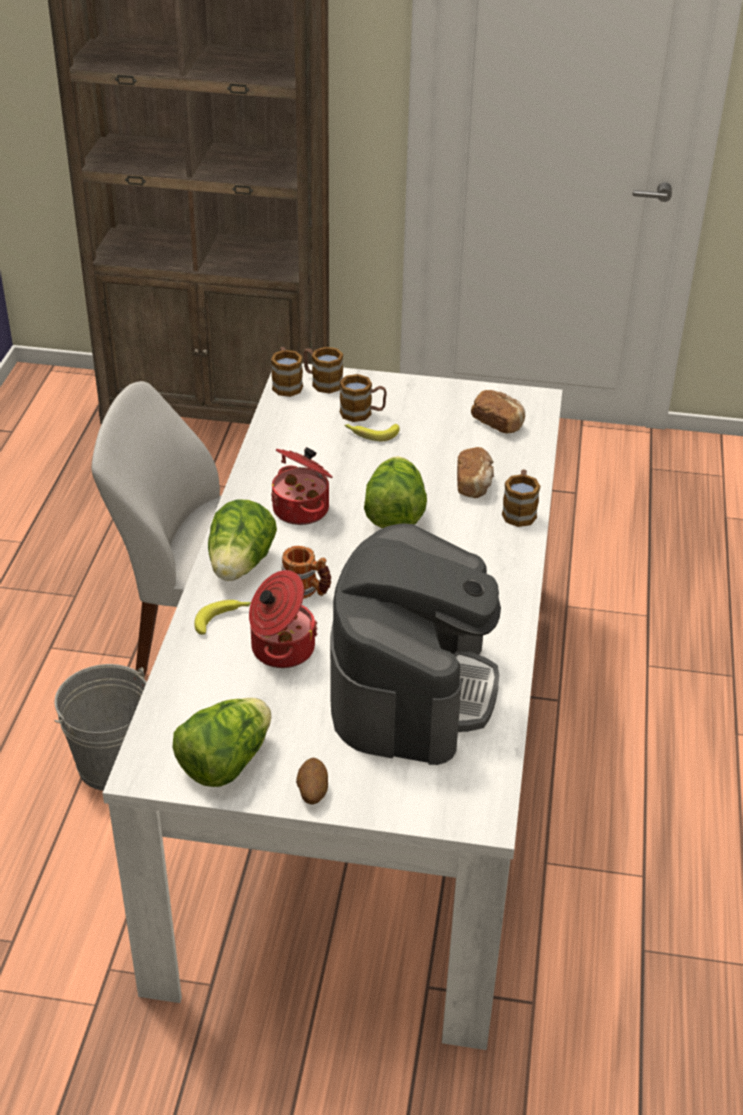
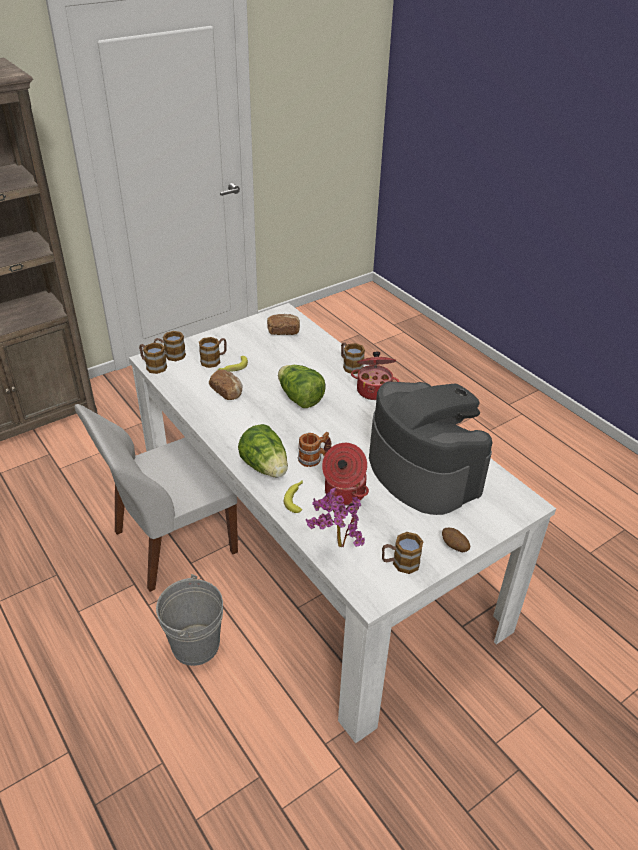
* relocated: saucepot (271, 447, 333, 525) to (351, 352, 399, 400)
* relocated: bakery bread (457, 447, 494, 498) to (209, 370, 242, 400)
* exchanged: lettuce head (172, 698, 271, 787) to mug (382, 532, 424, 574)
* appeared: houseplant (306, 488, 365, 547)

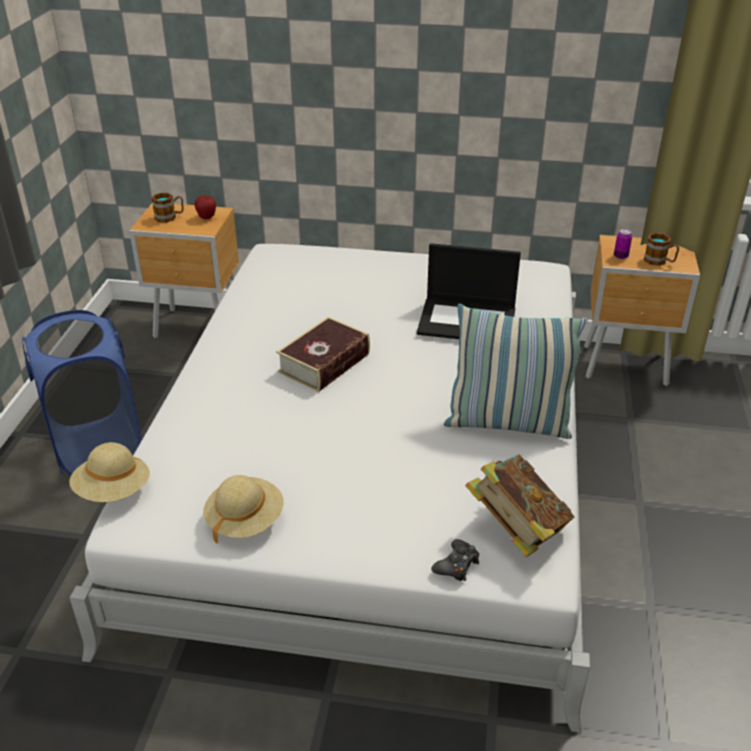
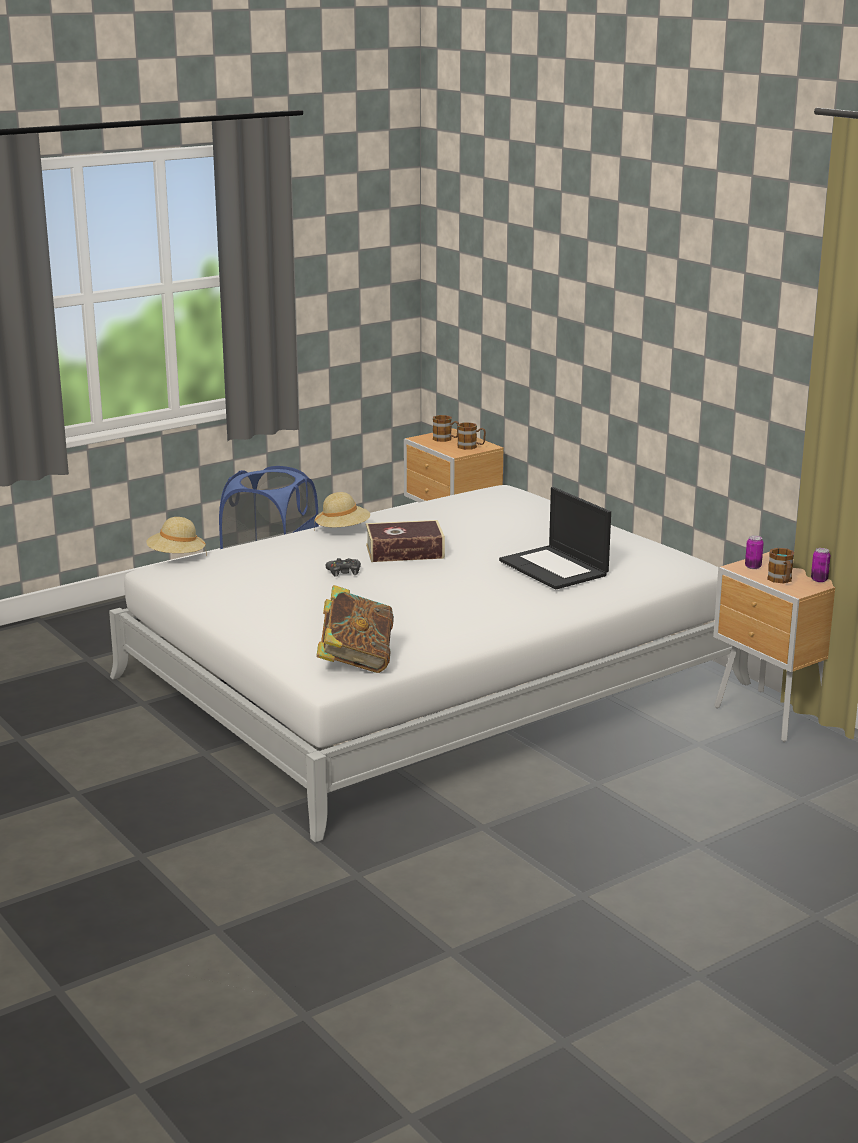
* exchanged: apple fruit (194, 196, 216, 219) to mug (457, 422, 486, 450)
* missing: pillow (444, 304, 588, 439)
* relocated: beige hat (203, 475, 284, 544) to (315, 492, 370, 527)
* relocated: black game controller (431, 539, 479, 581) to (325, 558, 361, 577)
* appeared: sealed can (811, 548, 830, 582)

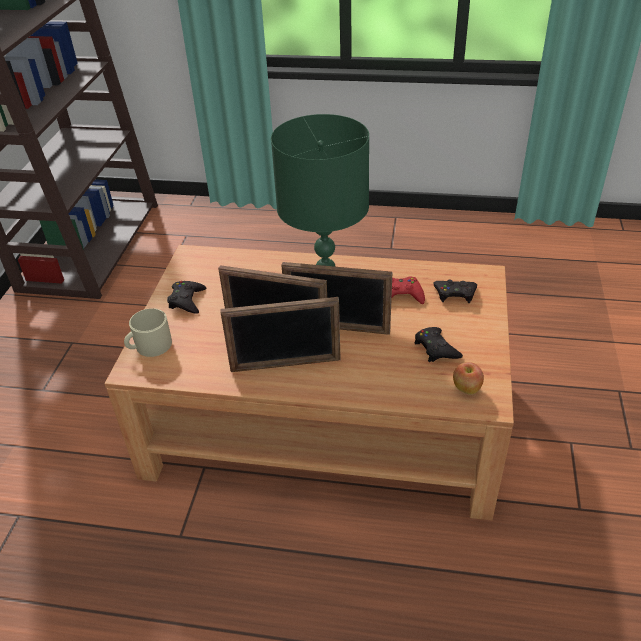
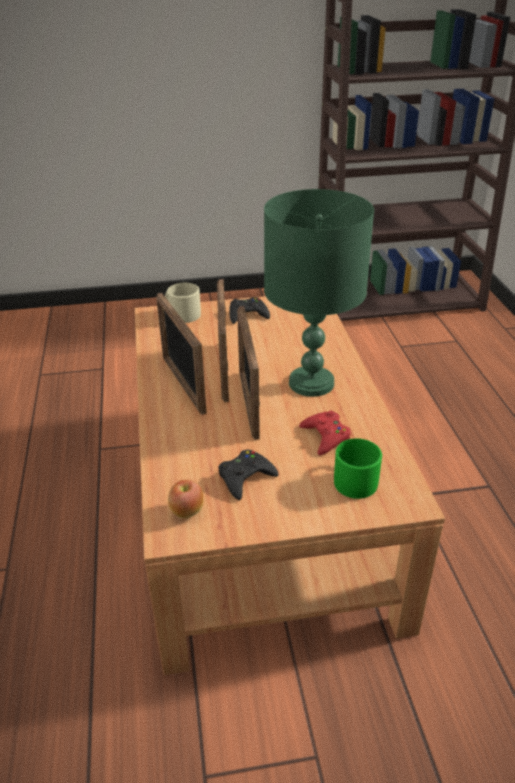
* exchanged: black game controller (433, 279, 477, 303) to green mug (334, 438, 382, 499)

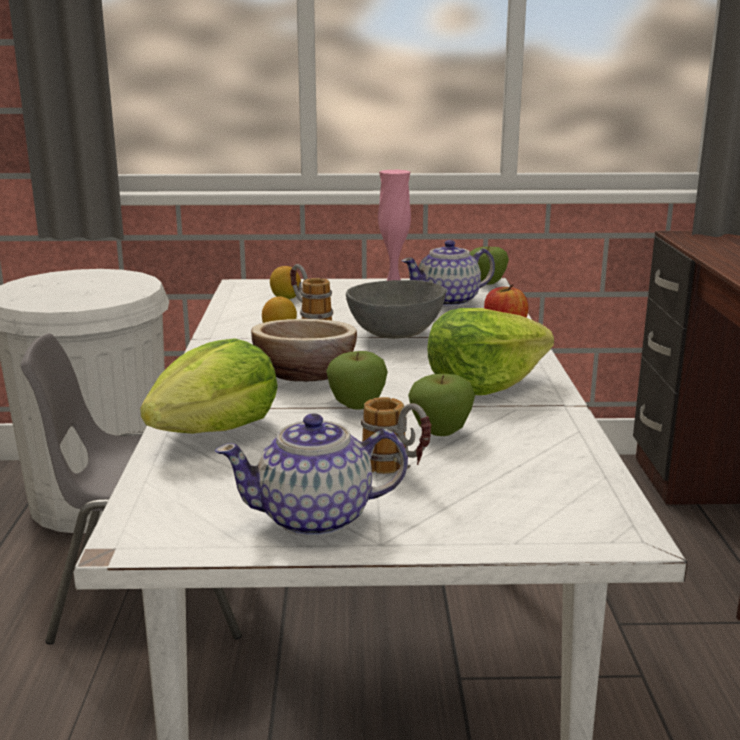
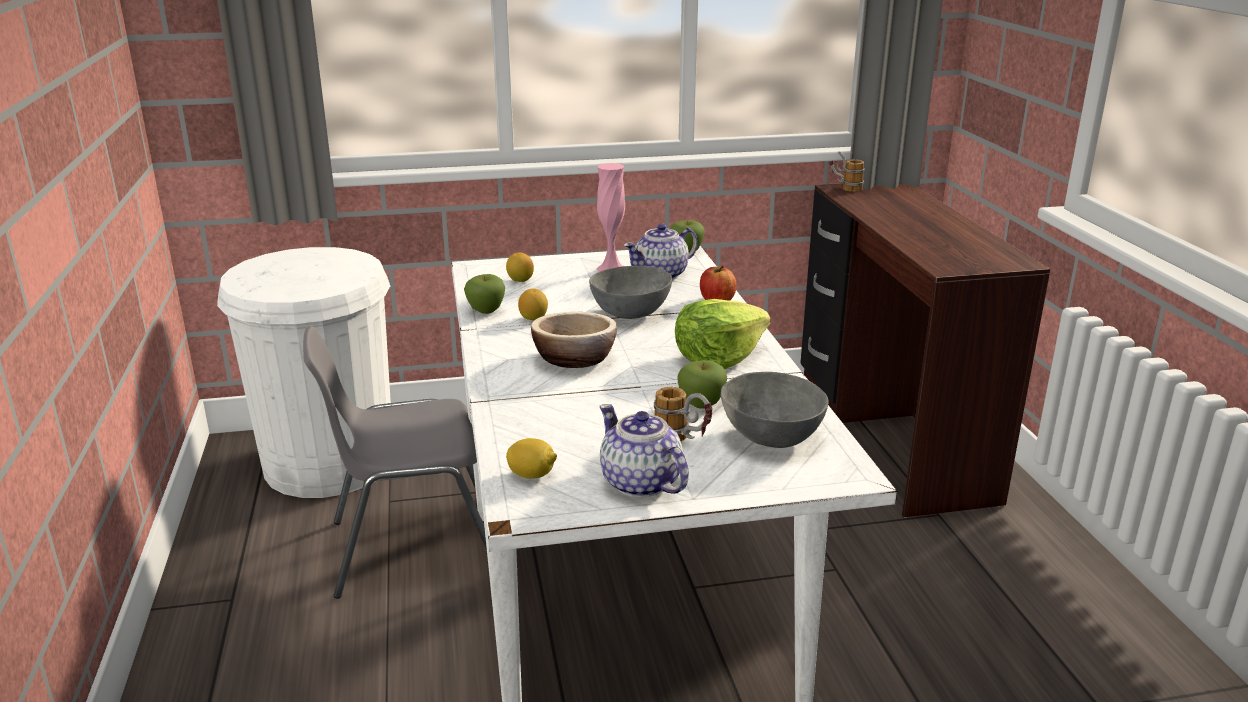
* relocated: mug (290, 264, 333, 320) to (829, 152, 865, 192)
* missing: lettuce head (140, 338, 278, 434)
* relocated: apple fruit (326, 351, 388, 410) to (464, 274, 505, 314)
* spun: pot for tea (215, 414, 408, 537) = (600, 404, 689, 498) 75 degrees clockwise
* appeared: grey bowl (721, 372, 828, 448)
* appeared: lemon (506, 438, 557, 479)

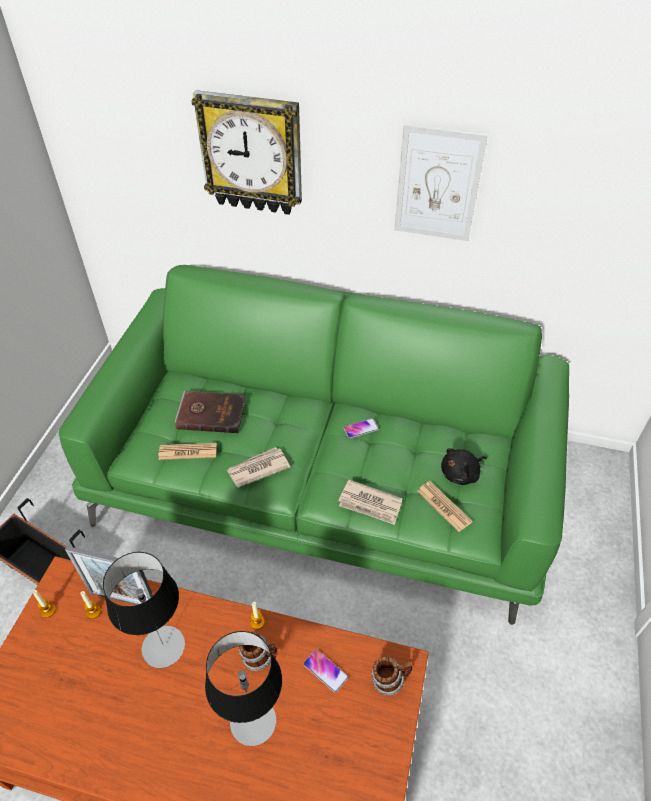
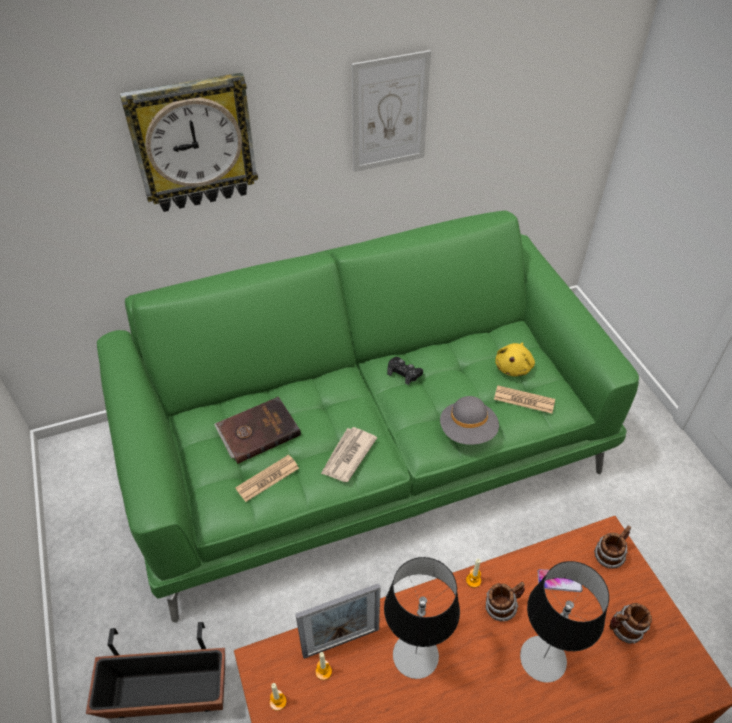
* exchanged: telephone (344, 418, 379, 438) to black game controller (387, 357, 423, 385)
* colour: black soft toy (441, 448, 487, 485) to yellowish soft toy (495, 343, 535, 377)
* exchanged: daily paper (338, 480, 402, 525) to grey hat (440, 396, 499, 445)
* appeared: mug (609, 603, 652, 644)

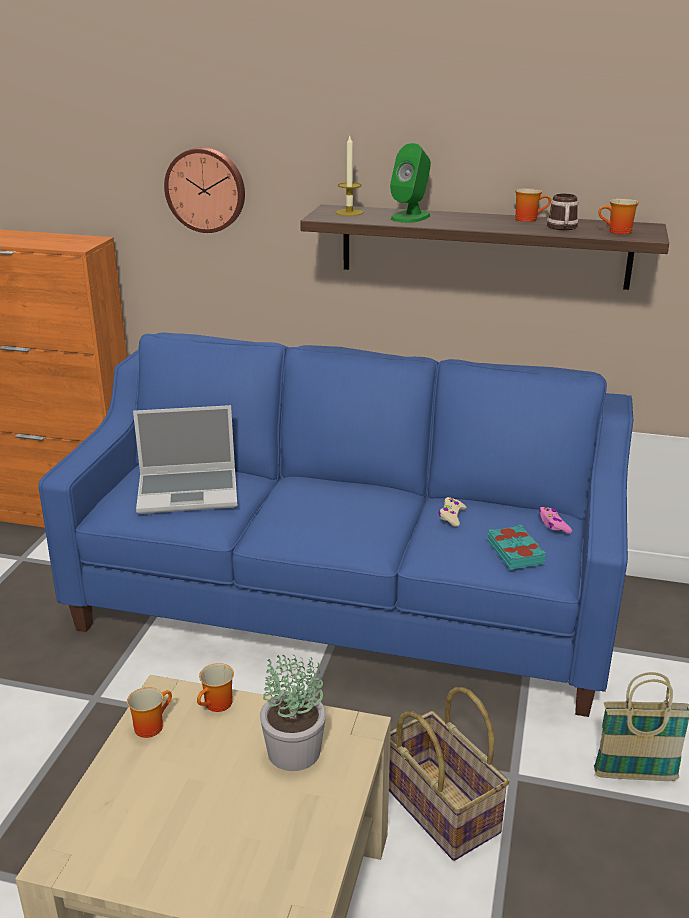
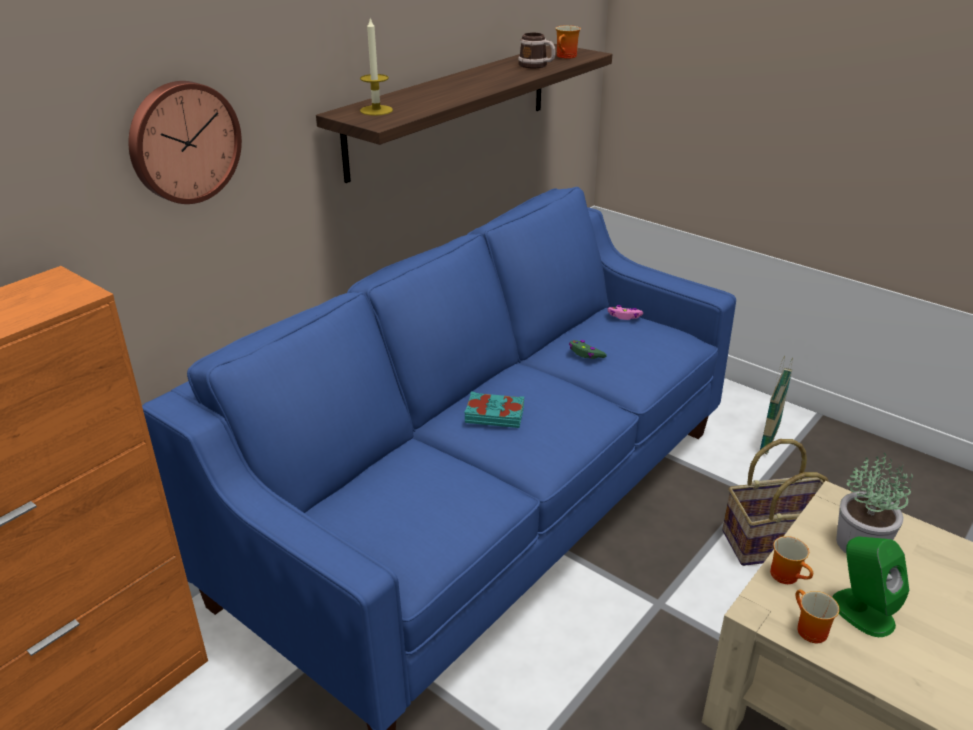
* relocated: green speaker (390, 143, 431, 223) to (832, 537, 909, 637)
* missing: mug (515, 188, 551, 222)
* missing: portable computer (133, 405, 237, 514)
* colour: beige game controller (439, 497, 467, 527) to green game controller (569, 340, 607, 359)
* relocated: turquoise book (487, 524, 546, 570) to (464, 392, 524, 428)

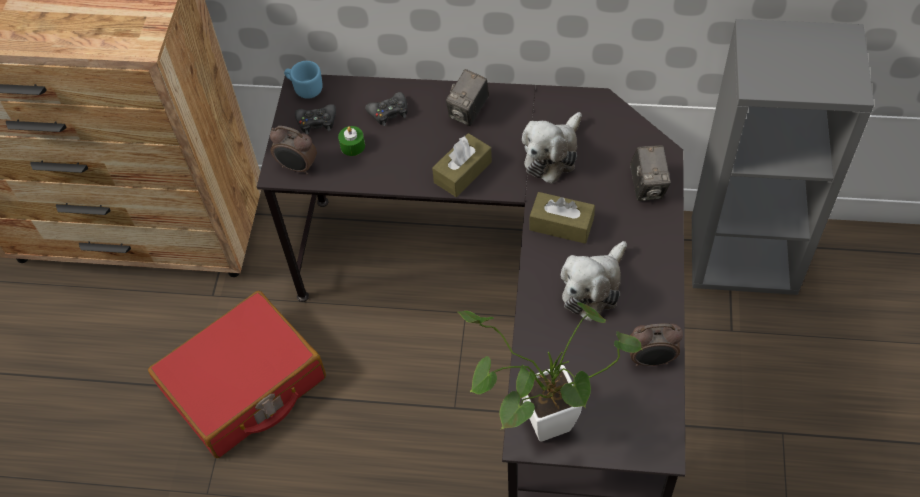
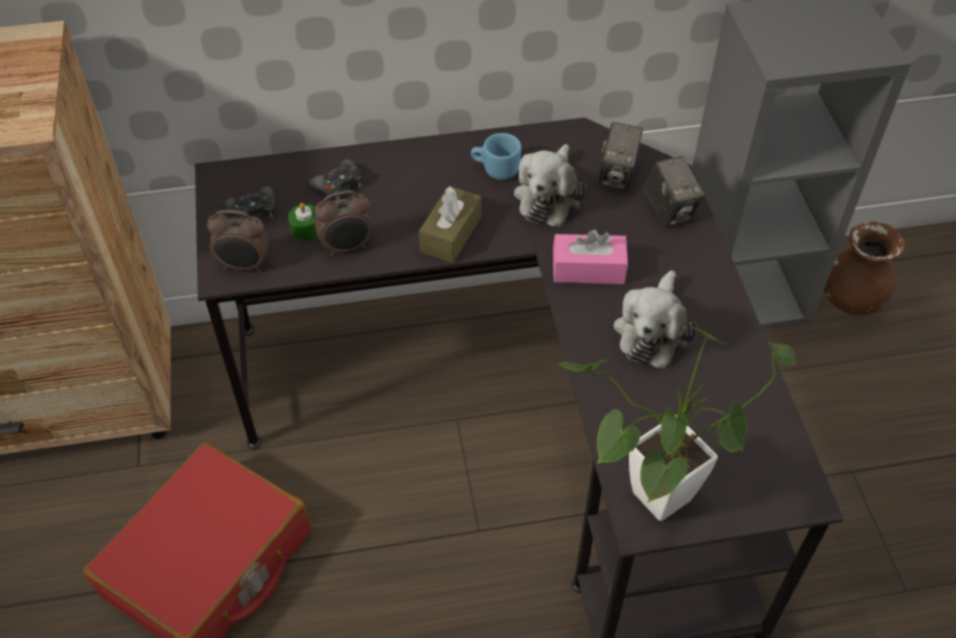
* relocated: blue-coloured mug (284, 61, 323, 99) to (471, 133, 521, 180)
* relocated: photo camera (446, 69, 489, 126) to (598, 122, 643, 190)
* colour: brown-coloured box of tissues (530, 192, 595, 244) to pink box of tissues (553, 230, 628, 284)
* relocated: table clock (629, 323, 683, 366) to (315, 190, 372, 256)
* appeared: brown-coloured decorative vase (824, 221, 905, 316)

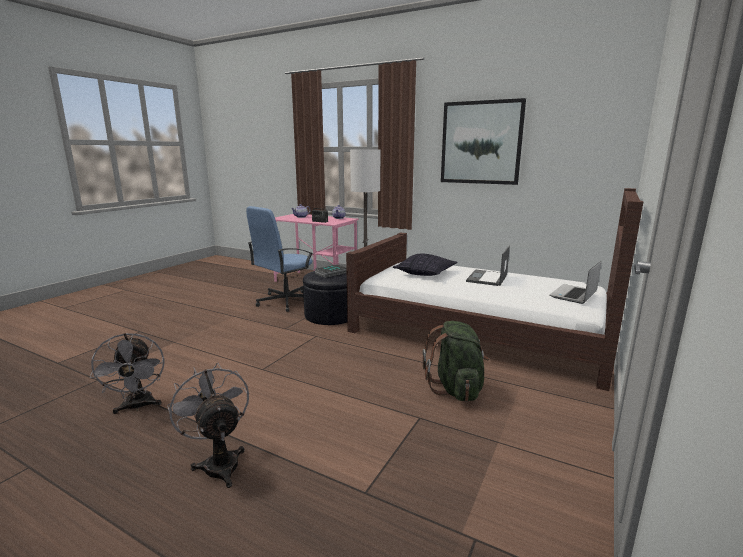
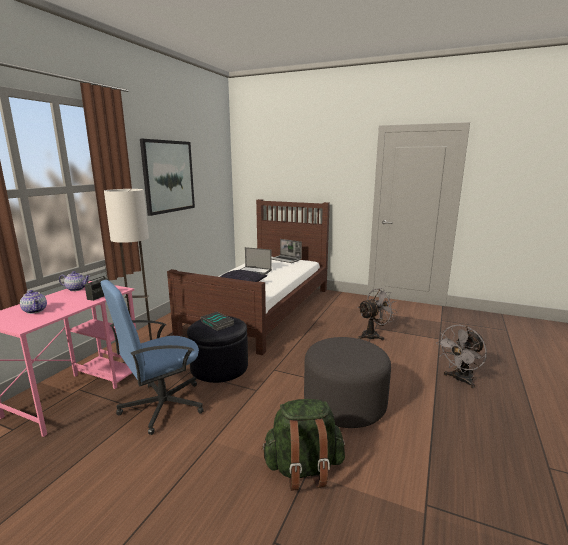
* spun: blue-coloured desk chair (246, 206, 313, 312) = (101, 280, 204, 435) 105 degrees clockwise
* relocated: green backpack (423, 321, 489, 402) to (261, 399, 345, 491)
* relocated: grey cooling fan (89, 333, 165, 414) to (358, 288, 397, 341)
* appeared: grey ottoman (304, 337, 391, 428)

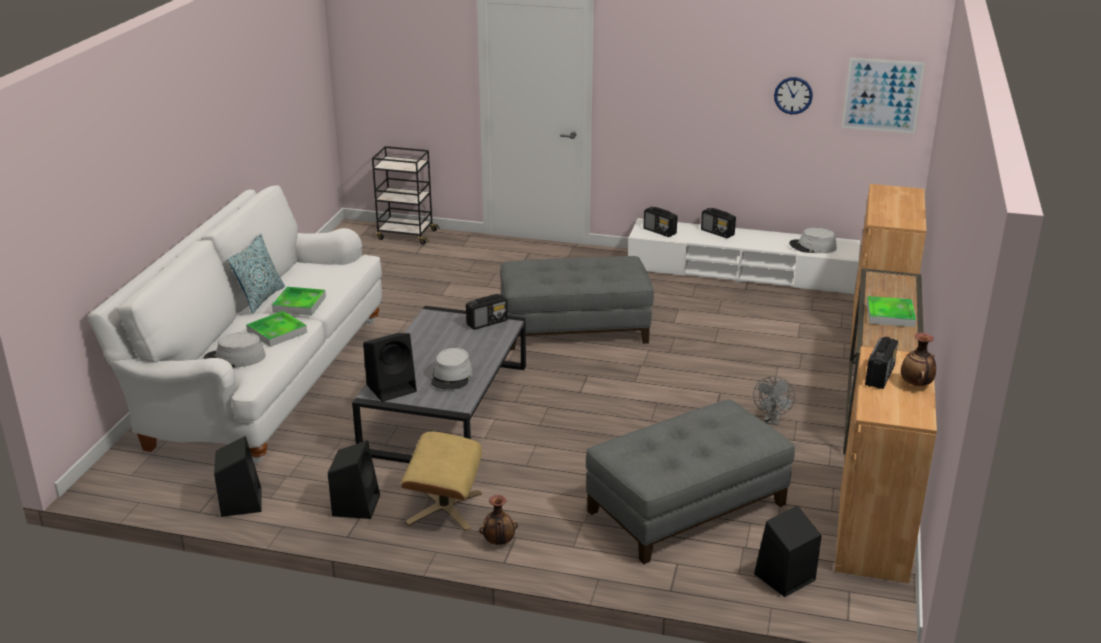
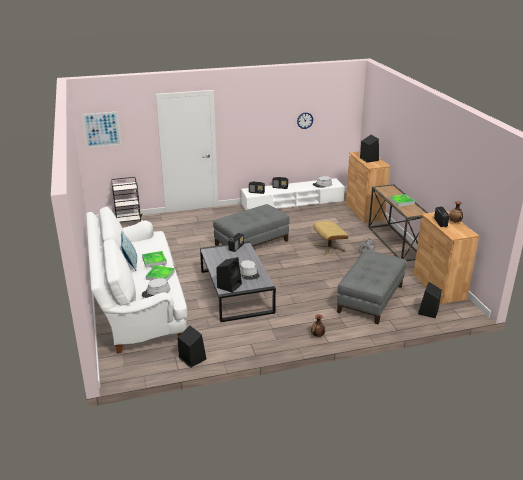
* relocated: picture (842, 58, 925, 134) to (82, 111, 121, 148)
* relocated: beige ottoman (401, 432, 482, 531) to (313, 221, 348, 256)
* relocated: black speaker (328, 440, 380, 519) to (360, 135, 379, 163)

